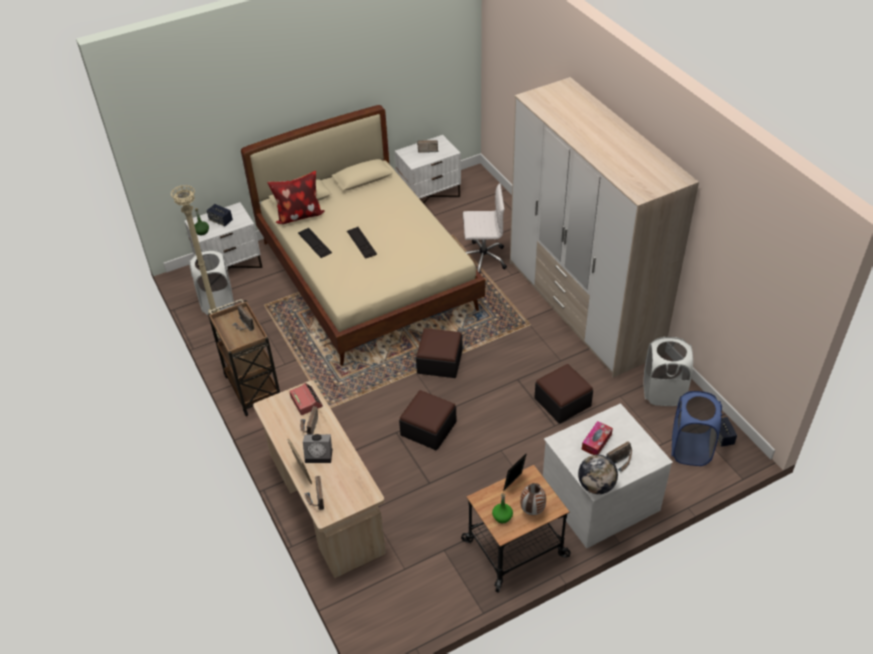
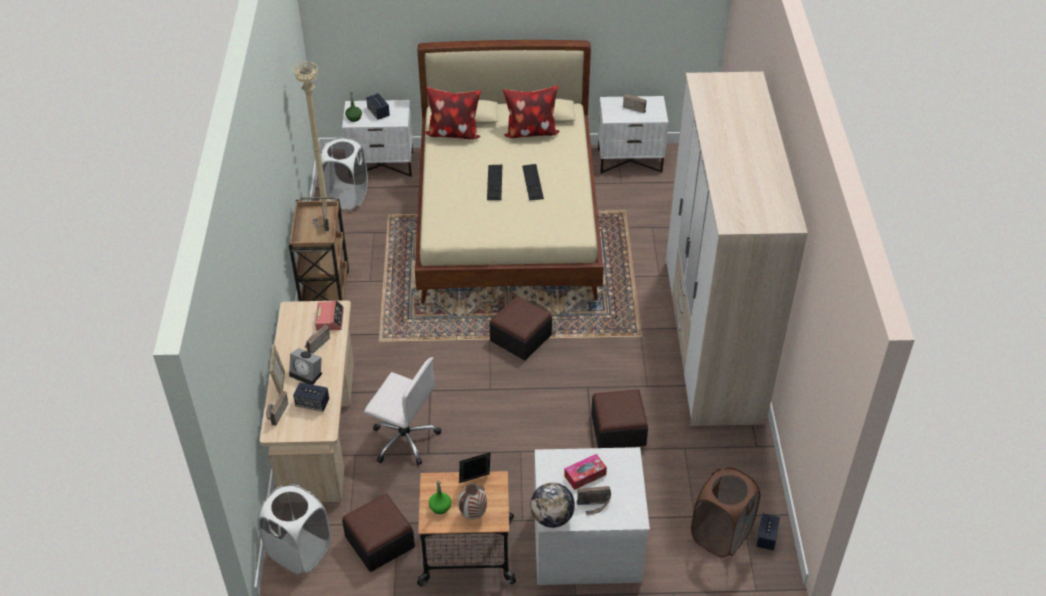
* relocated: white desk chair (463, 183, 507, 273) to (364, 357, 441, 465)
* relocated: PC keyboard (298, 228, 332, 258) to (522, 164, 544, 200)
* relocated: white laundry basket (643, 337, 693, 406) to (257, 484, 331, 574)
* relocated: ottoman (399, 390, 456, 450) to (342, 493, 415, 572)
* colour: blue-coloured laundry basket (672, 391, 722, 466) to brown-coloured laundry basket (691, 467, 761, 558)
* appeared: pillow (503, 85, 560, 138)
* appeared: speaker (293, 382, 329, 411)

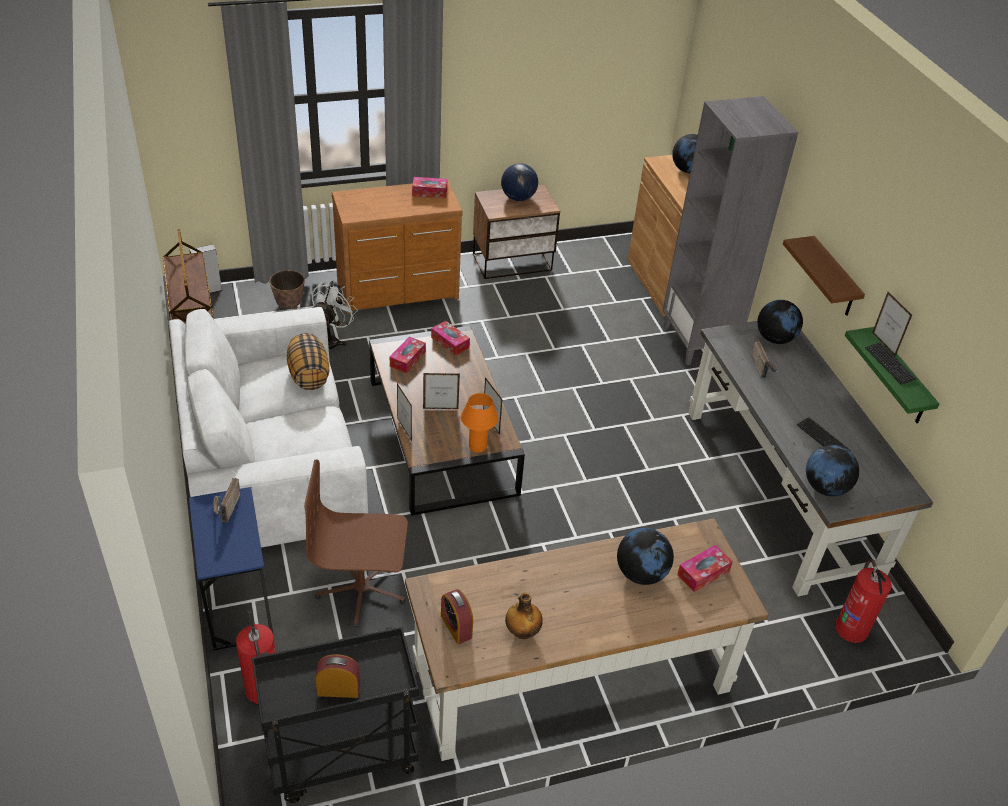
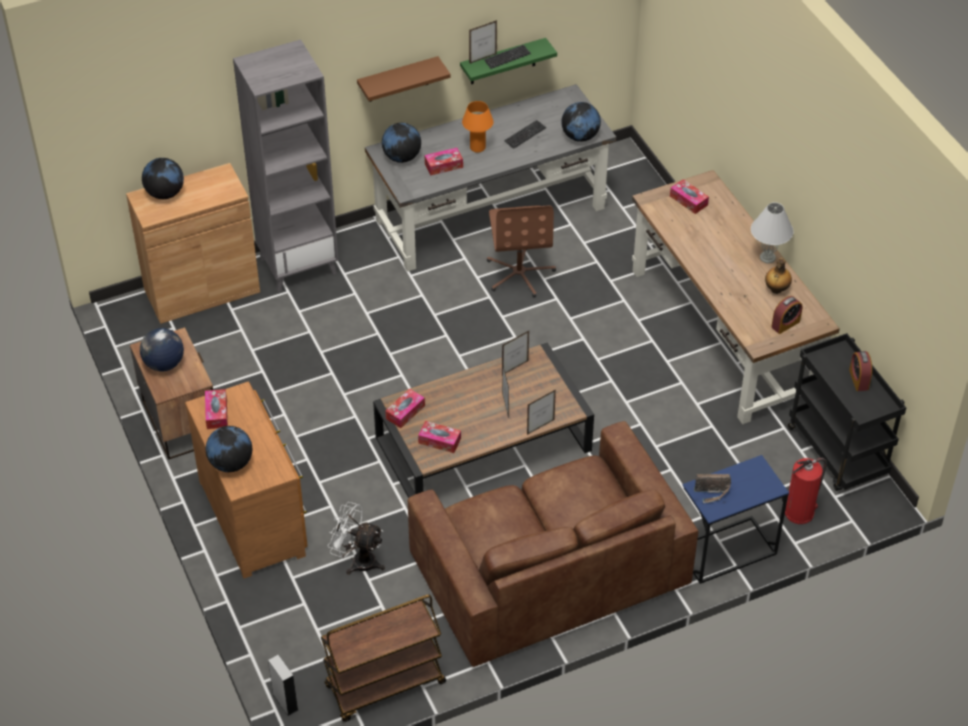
* missing: planter (269, 270, 305, 309)
* colour: white settee (169, 307, 368, 548) to brown-coloured settee (408, 421, 698, 667)
* missing: pillow (287, 334, 329, 390)
* exchanged: radio receiver (752, 341, 779, 379) to box of tissues (425, 148, 463, 176)
* relocated: orange-coloured table lamp (461, 393, 498, 452) to (462, 101, 494, 153)
* relocated: brown-coloured desk chair (304, 460, 408, 627) to (487, 205, 556, 297)
* relocated: desk globe (617, 528, 674, 585) to (206, 426, 252, 472)
* missing: fire extinguisher (835, 559, 892, 643)
* appeared: white table lamp (751, 202, 793, 263)

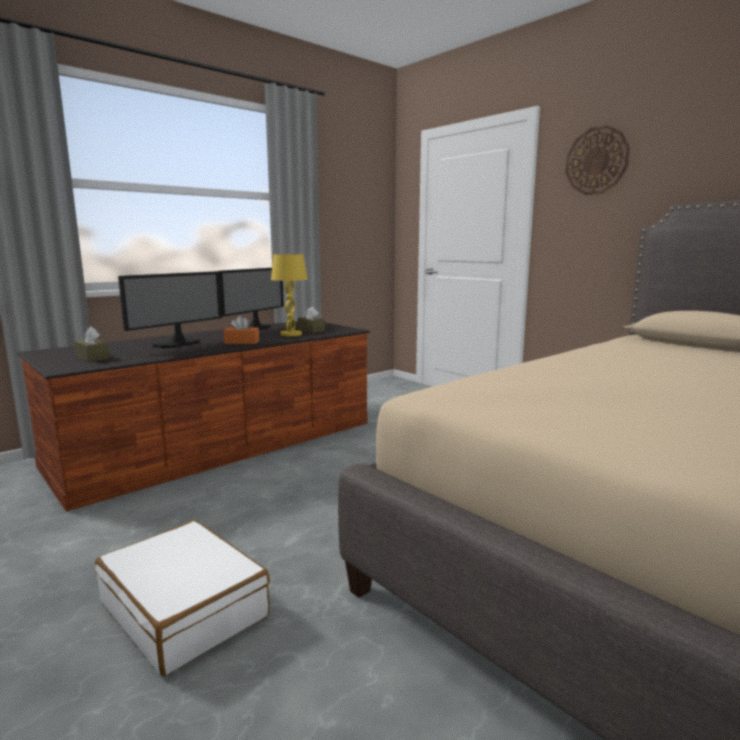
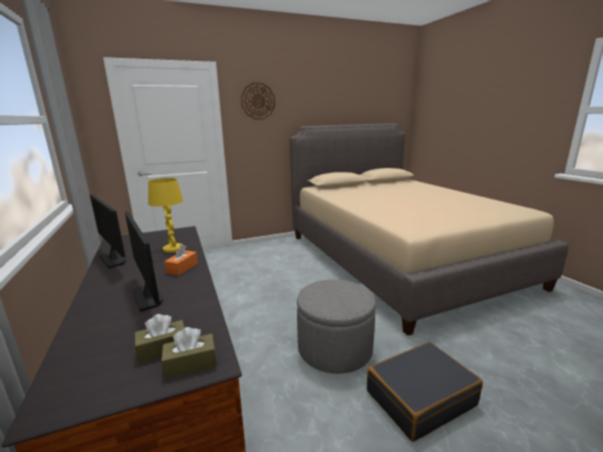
* relocated: brown-coloured box of tissues (298, 307, 325, 333) to (161, 327, 217, 379)
* colour: white piece of luggage (95, 520, 270, 676) to black piece of luggage (367, 342, 483, 442)
* appeared: grey ottoman (297, 279, 376, 374)

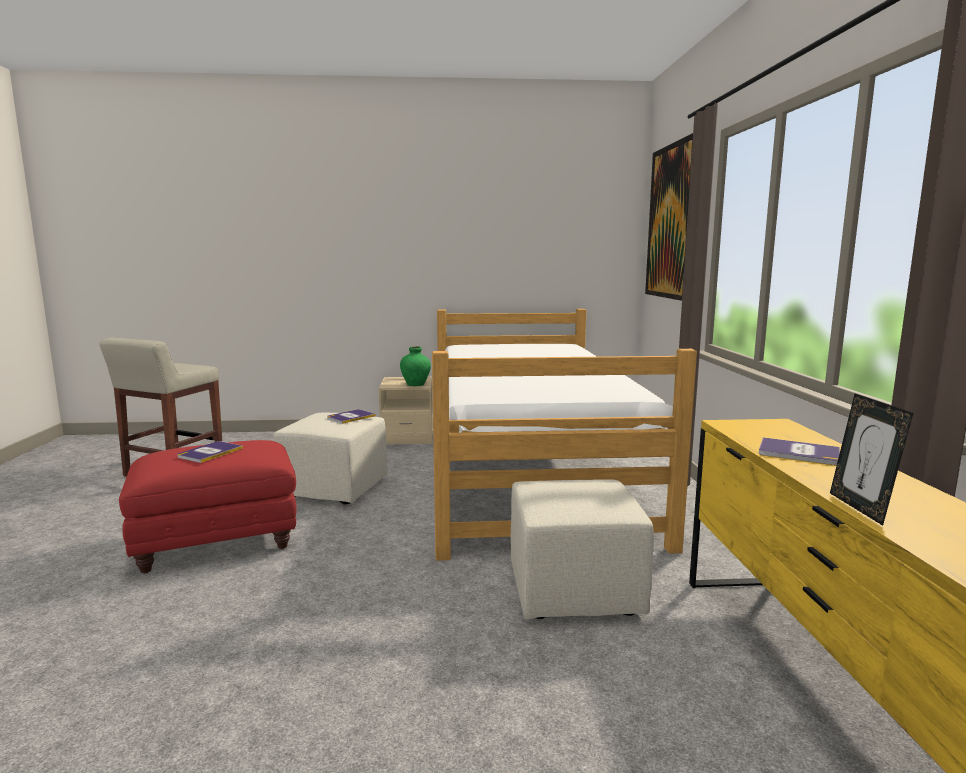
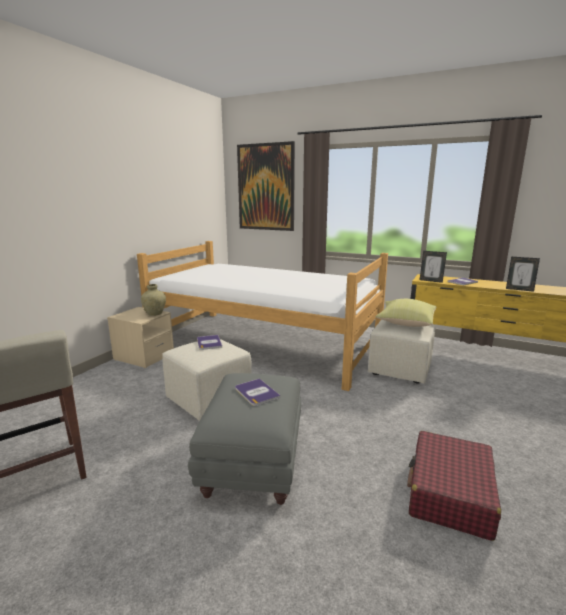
* colour: green decorative vase (400, 346, 431, 386) to beige decorative vase (141, 284, 166, 316)
* colour: red ottoman (119, 440, 297, 573) to grey ottoman (188, 373, 301, 505)
* appeared: photo frame (420, 251, 447, 283)
* appeared: yellowish pillow (375, 299, 437, 327)
* appeared: red piece of luggage (407, 431, 501, 541)

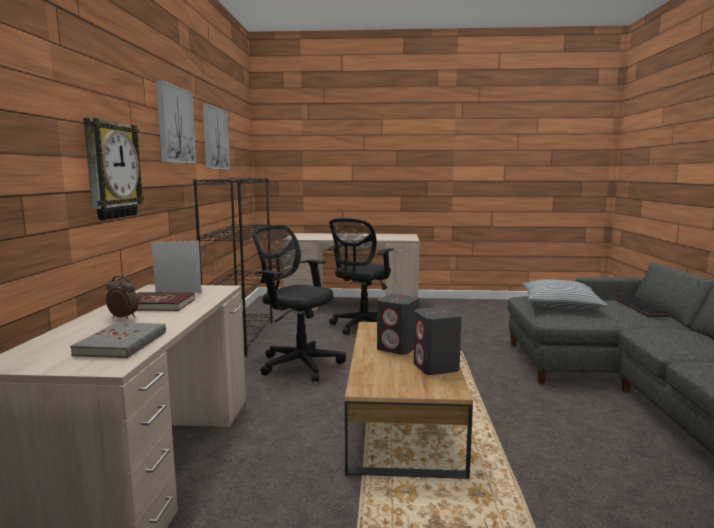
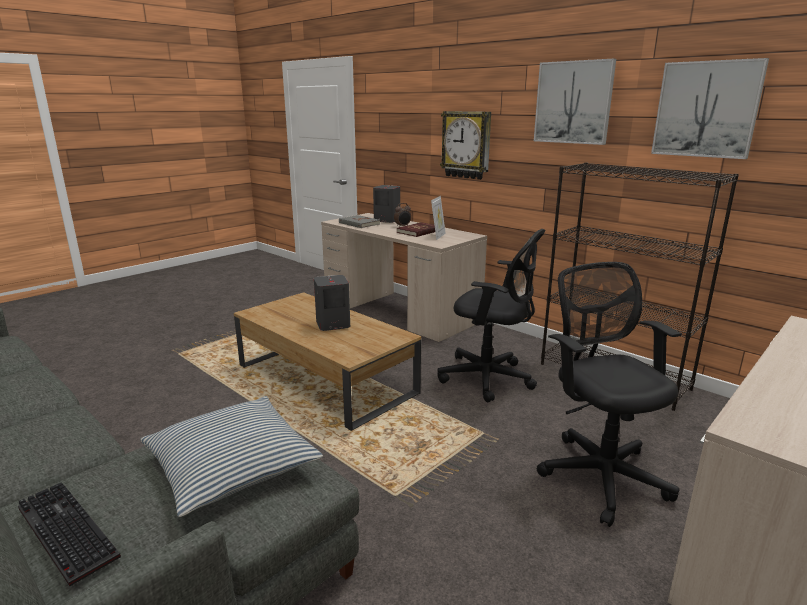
* spun: black desk chair (252, 225, 346, 382) = (437, 229, 545, 402) 45 degrees clockwise
* relocated: grey speaker (414, 307, 462, 375) to (373, 185, 400, 223)

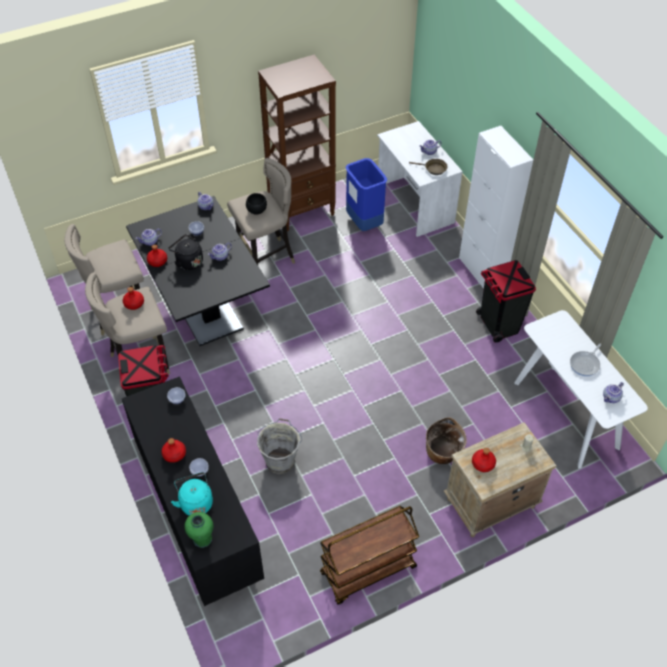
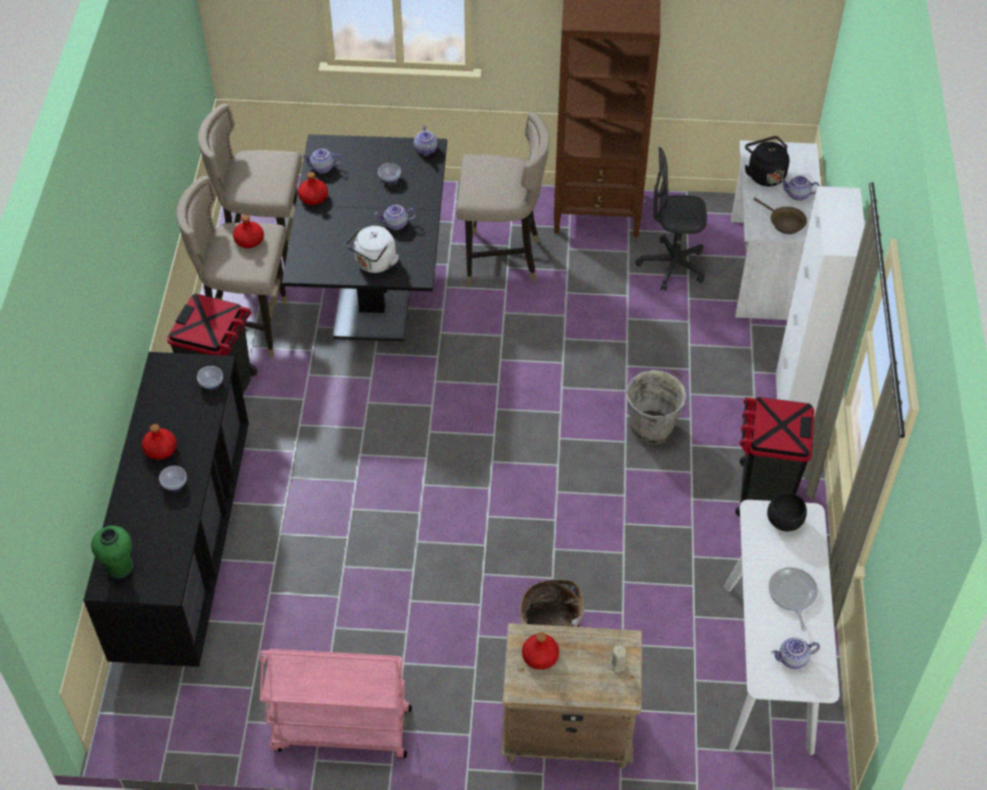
* exchanged: blue-coloured rubbish bin (346, 158, 387, 231) to grey desk chair (636, 147, 707, 291)
* relocated: black bowl (246, 193, 267, 215) to (767, 492, 807, 532)
* relocated: black kettle (168, 234, 203, 270) to (745, 136, 790, 187)
* spun: frying pan (570, 344, 601, 376) = (768, 567, 818, 631) 105 degrees clockwise
* relocated: grey pail (257, 419, 303, 474) to (626, 369, 689, 445)
* missing: turquoise kettle (171, 472, 213, 516)
* colour: brown-coloured wheeled cart (320, 506, 419, 605) to pink wheeled cart (259, 649, 412, 758)
* appeared: white kettle (346, 226, 399, 273)

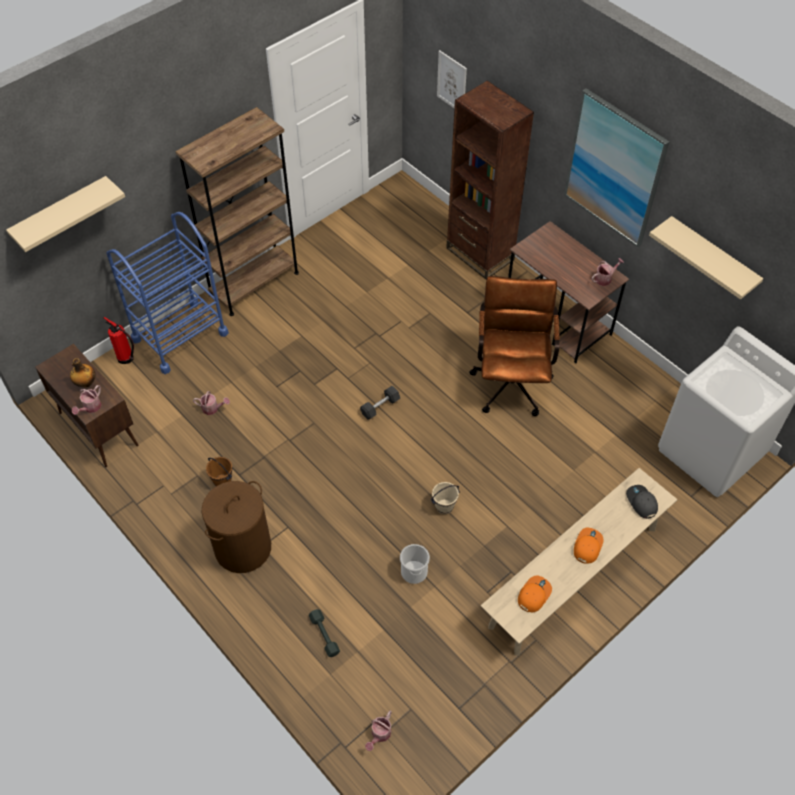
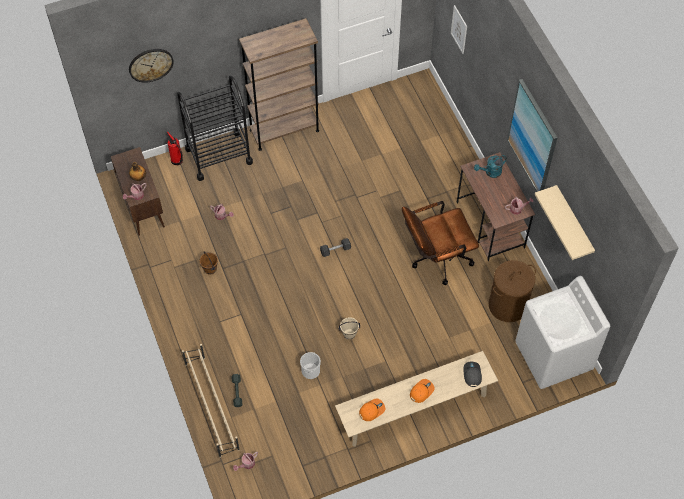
* missing: brown-coloured bookshelf (446, 81, 534, 280)
* exchanged: beige bracket shelf (6, 176, 125, 252) to hanging clock (129, 49, 174, 83)
* colour: blue-coloured wheeled cart (106, 212, 229, 374) to black wheeled cart (177, 76, 253, 181)
* spun: brown-coloured desk chair (469, 276, 560, 416) = (402, 201, 479, 285) 135 degrees counterclockwise
* relocated: brown-coloured laundry basket (202, 481, 271, 573) to (489, 260, 536, 322)
* appeared: turquoise watering pot (474, 155, 507, 178)
* appeared: beige shoe rack (182, 344, 240, 458)

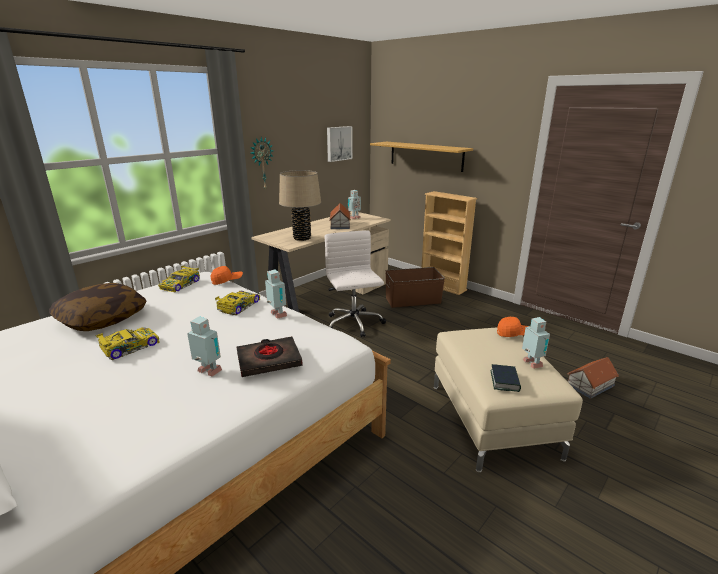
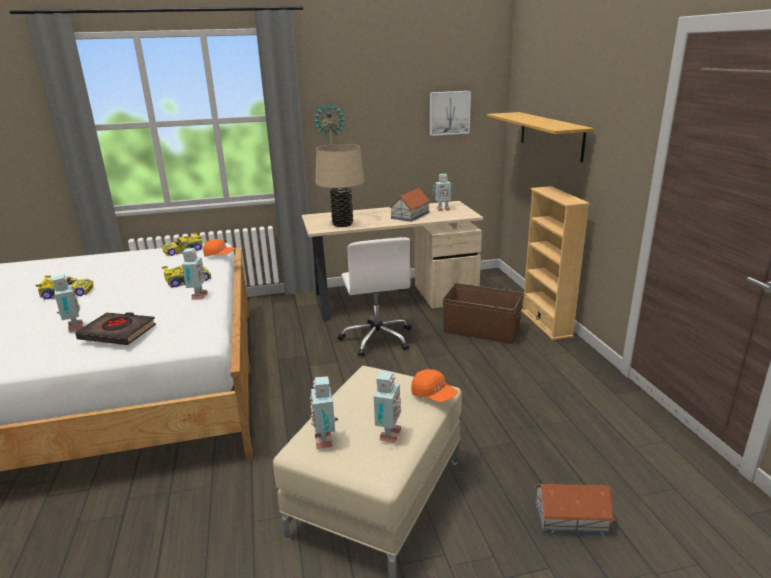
* spun: white desk chair (325, 230, 386, 337) = (337, 237, 412, 357) 150 degrees clockwise
* missing: pillow (49, 283, 146, 331)
* exchanged: book (491, 364, 521, 392) to toy robot (310, 376, 338, 449)

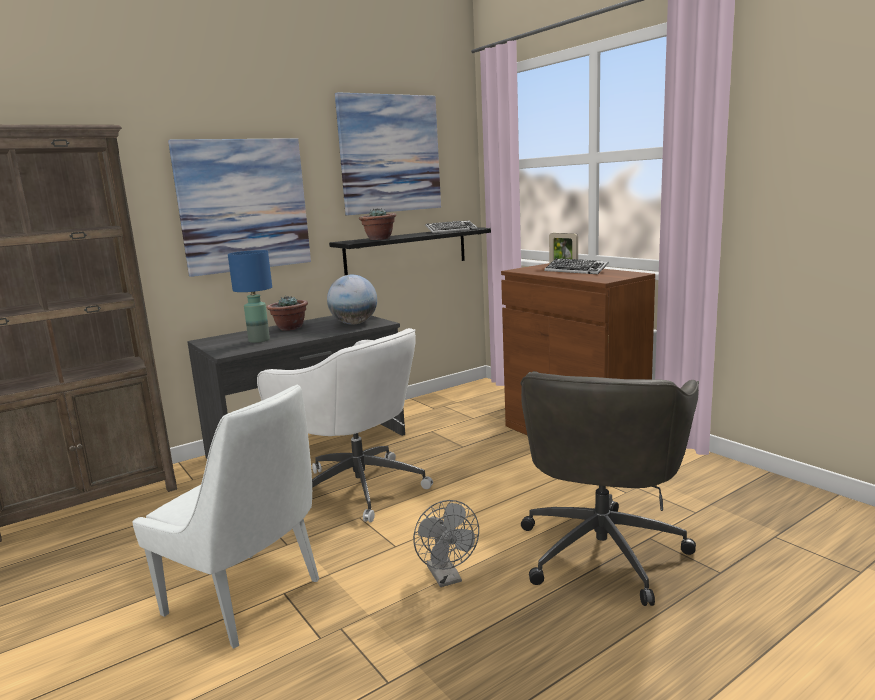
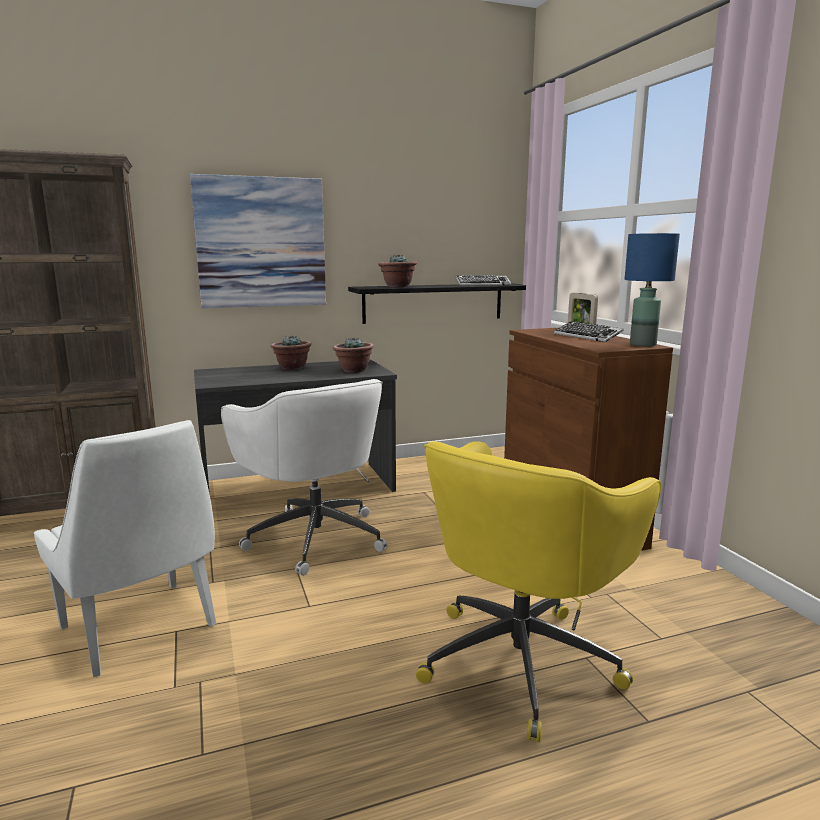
* missing: picture (335, 92, 441, 215)
* relocated: blue-coloured table lamp (228, 250, 272, 343) to (624, 233, 680, 346)
* exchanged: desk globe (327, 275, 377, 325) to houseplant (333, 338, 374, 373)
* colour: grey desk chair (521, 371, 699, 606) to yellowish desk chair (416, 441, 661, 742)
* missing: grey cooling fan (413, 500, 479, 587)

